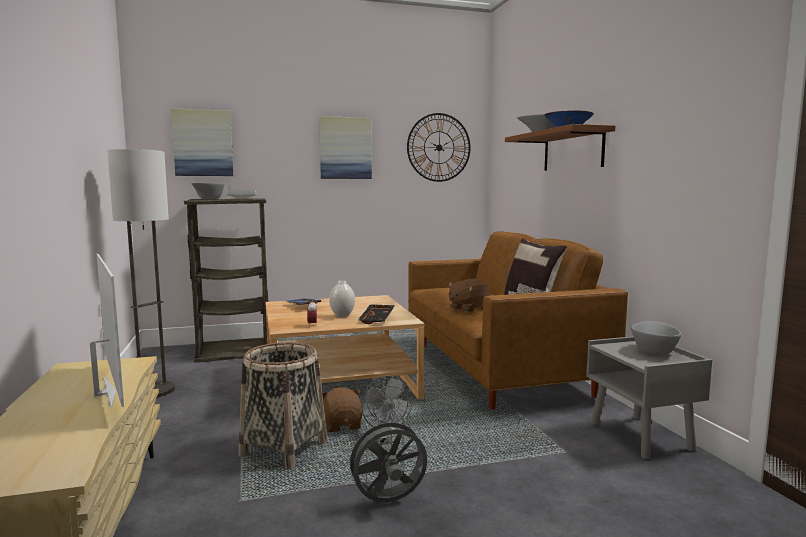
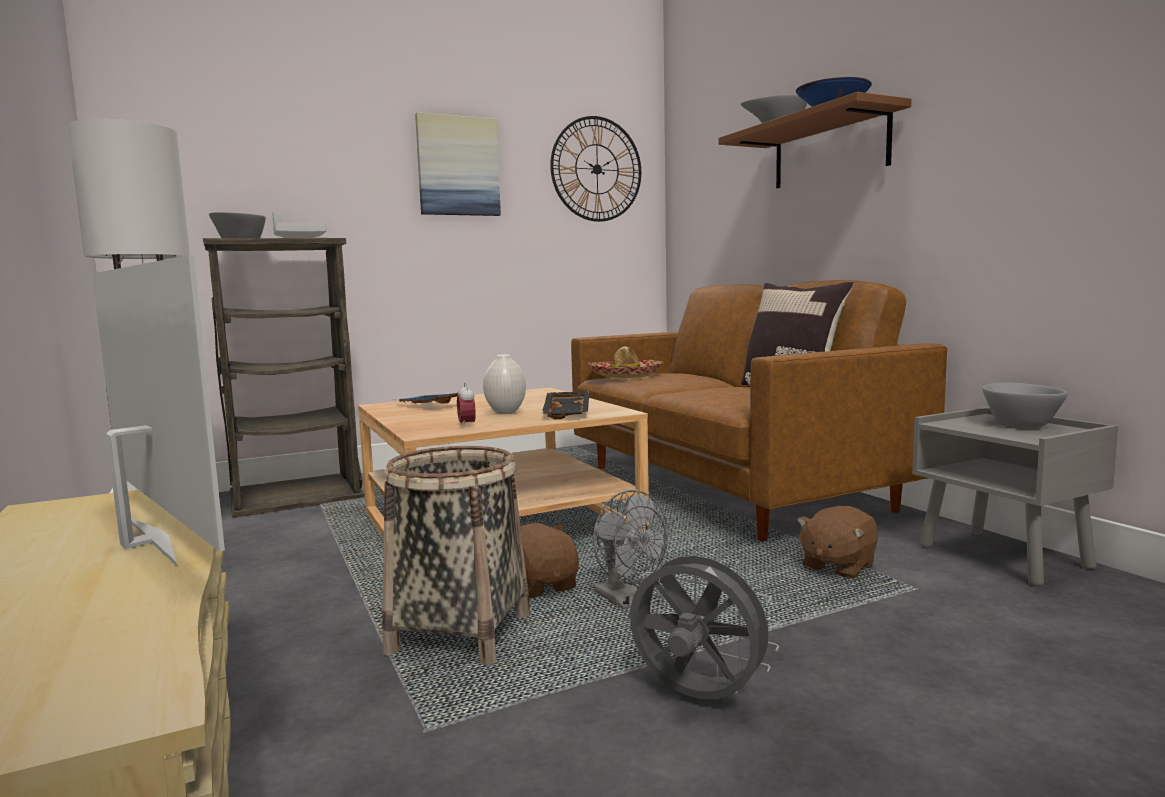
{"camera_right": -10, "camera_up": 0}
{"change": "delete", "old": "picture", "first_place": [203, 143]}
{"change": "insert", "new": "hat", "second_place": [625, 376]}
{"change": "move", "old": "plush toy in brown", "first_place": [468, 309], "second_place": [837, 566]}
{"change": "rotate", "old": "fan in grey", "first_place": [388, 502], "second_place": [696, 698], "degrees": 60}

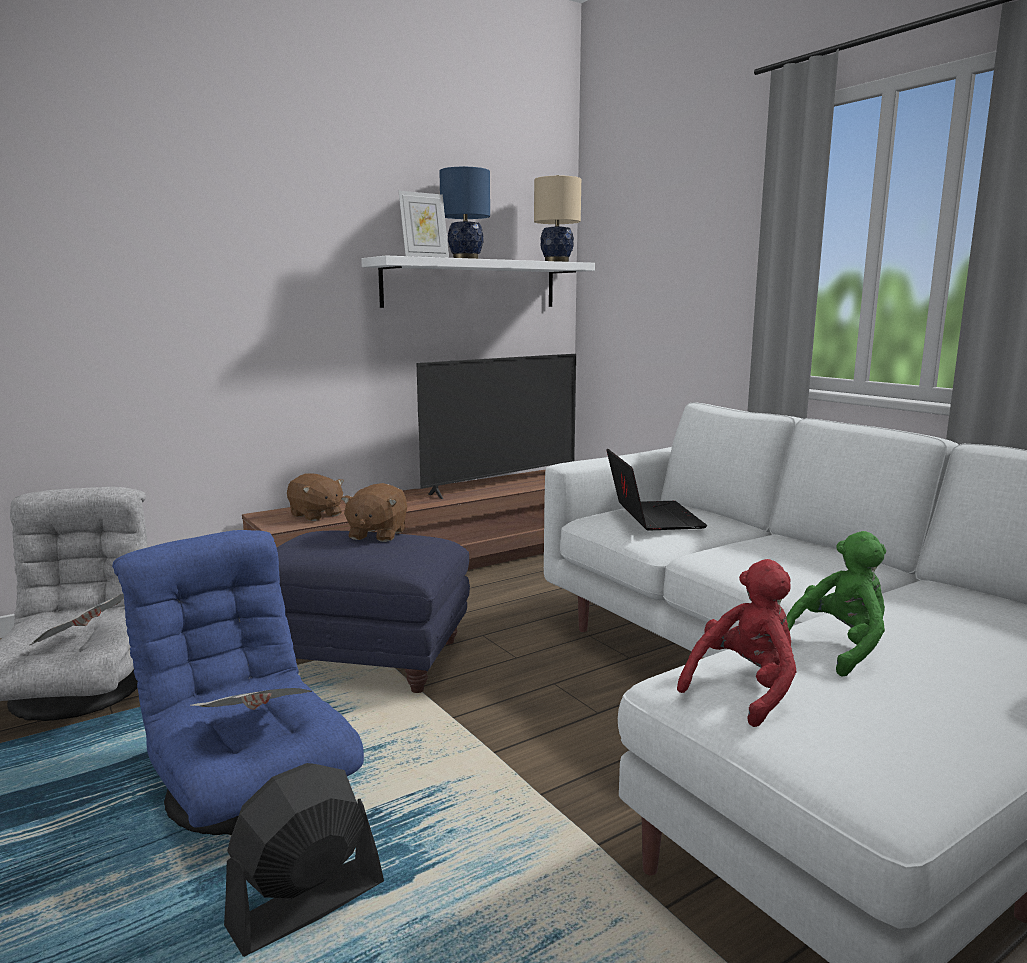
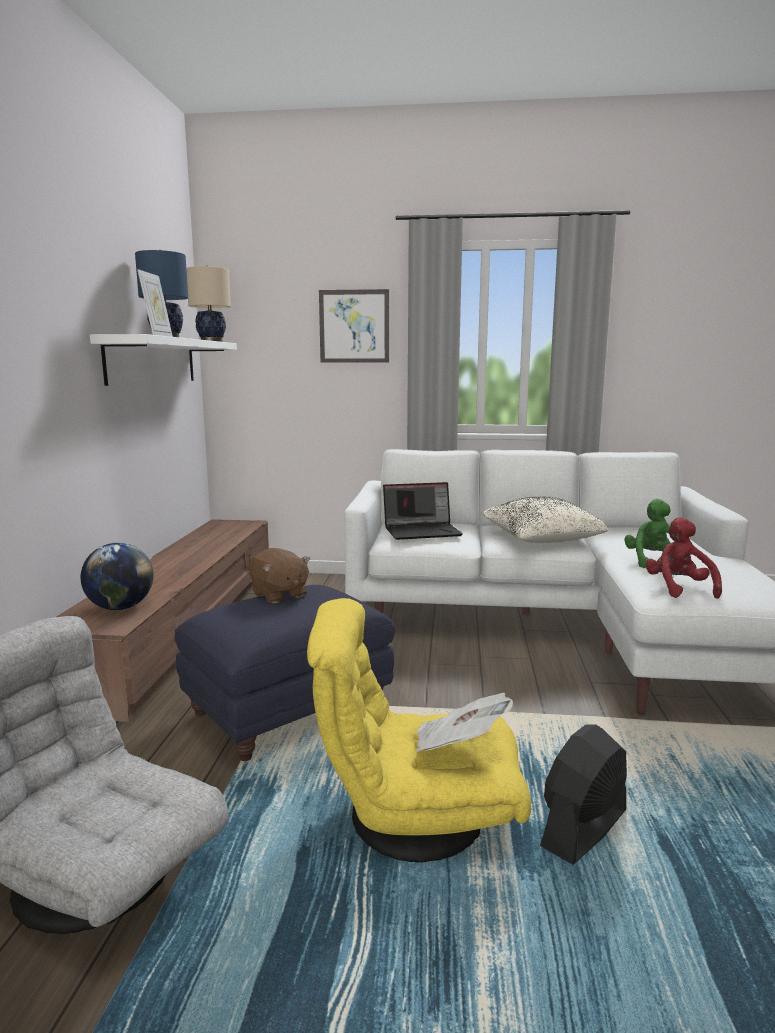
{"camera_right": -50, "camera_up": 0}
{"change": "delete", "old": "newspaper", "first_place": [83, 641]}
{"change": "delete", "old": "television", "first_place": [501, 484]}
{"change": "insert", "new": "picture", "second_place": [354, 326]}
{"change": "insert", "new": "pillow in beige", "second_place": [542, 536]}
{"change": "replace", "old": "plush toy in brown", "new": "globe", "first_place": [316, 515], "second_place": [120, 607]}
{"change": "recolor", "old": "armchair in blue", "new": "armchair in yellow", "first_place": [249, 788], "second_place": [418, 814]}
{"change": "rotate", "old": "fan in black", "first_place": [306, 905], "second_place": [583, 829], "degrees": 45}
{"change": "rotate", "old": "laptop", "first_place": [651, 517], "second_place": [422, 531], "degrees": 135}

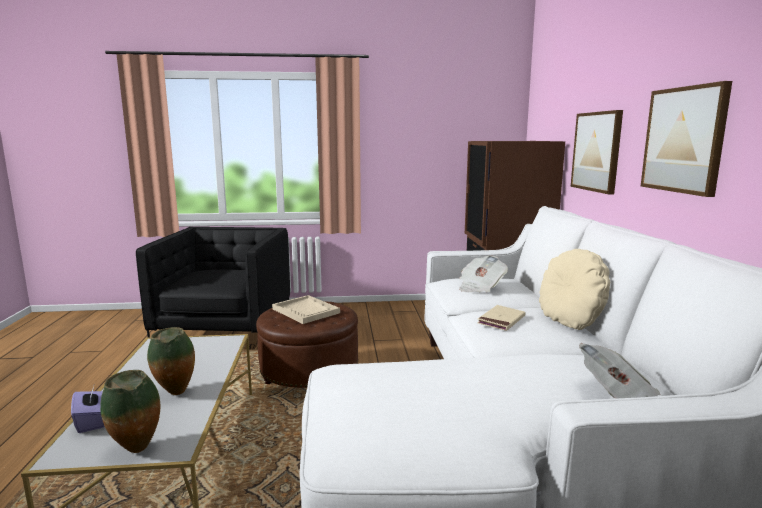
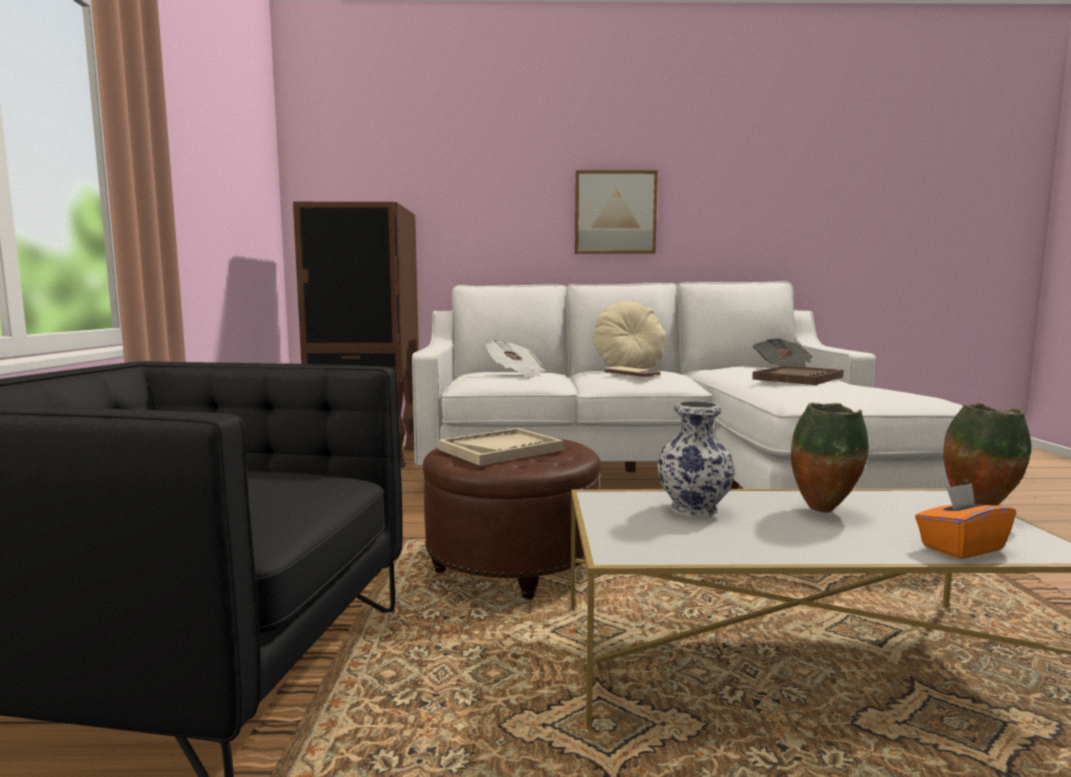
{"camera_right": -85, "camera_up": -5}
{"change": "delete", "old": "picture", "first_place": [597, 151]}
{"change": "insert", "new": "vase", "second_place": [695, 509]}
{"change": "insert", "new": "tray in brown", "second_place": [798, 378]}
{"change": "recolor", "old": "tissue box in purple", "new": "tissue box in orange", "first_place": [92, 421], "second_place": [961, 548]}

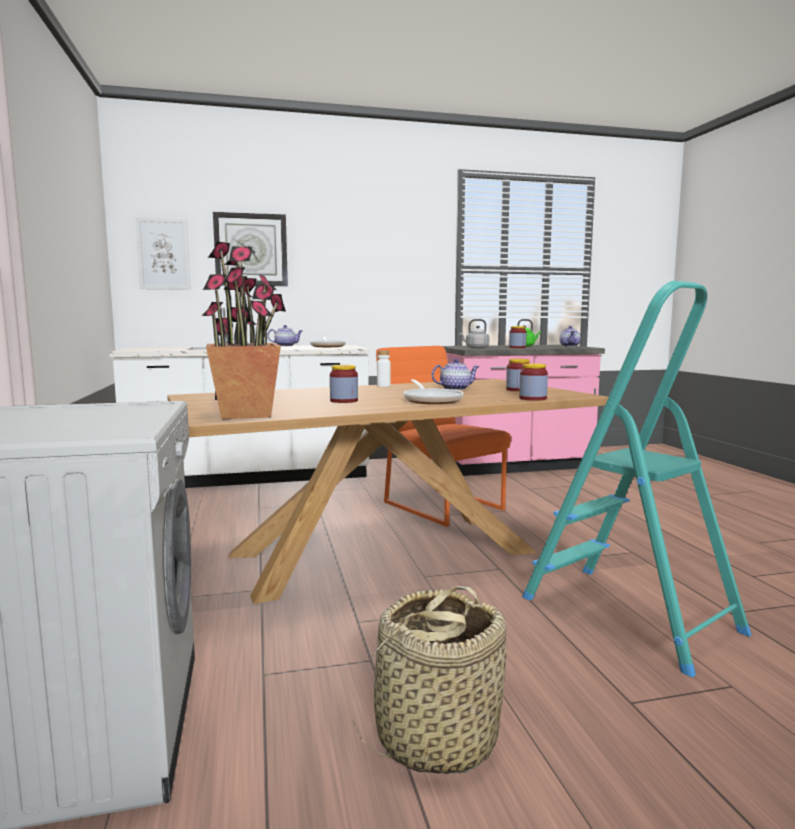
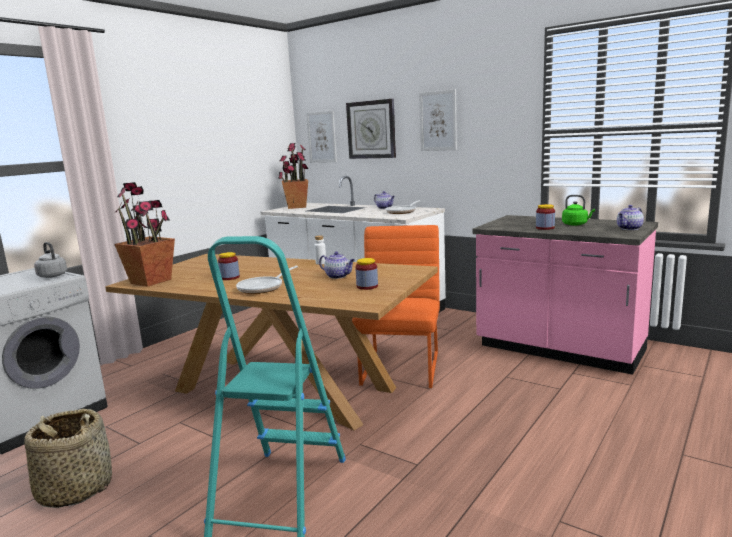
{"camera_right": 50, "camera_up": 5}
{"change": "delete", "old": "jar", "first_place": [532, 398]}
{"change": "insert", "new": "potted plant", "second_place": [296, 207]}
{"change": "insert", "new": "picture", "second_place": [438, 121]}
{"change": "move", "old": "kettle in grey", "first_place": [475, 348], "second_place": [52, 275]}

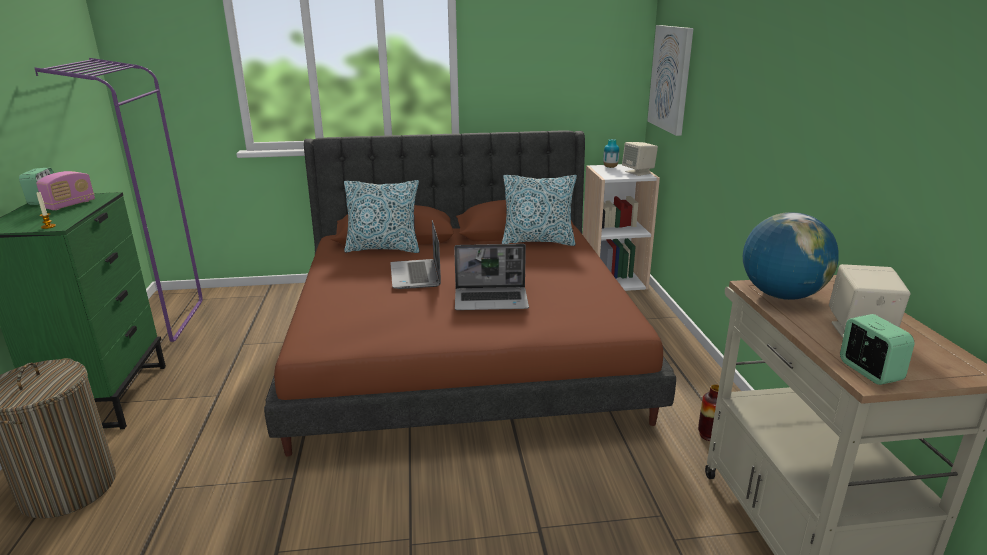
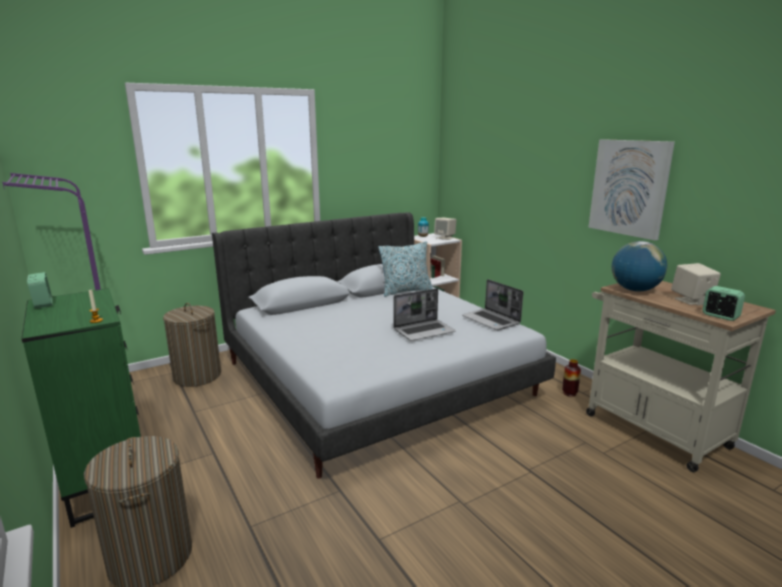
{"camera_right": -25, "camera_up": -5}
{"change": "delete", "old": "radio", "first_place": [70, 205]}
{"change": "delete", "old": "pillow", "first_place": [383, 248]}
{"change": "insert", "new": "laundry basket", "second_place": [197, 376]}
{"change": "move", "old": "laptop", "first_place": [416, 276], "second_place": [491, 320]}
{"change": "move", "old": "picture", "first_place": [671, 78], "second_place": [629, 188]}
{"change": "recolor", "old": "bed in brown", "new": "bed in grey", "first_place": [462, 350], "second_place": [376, 378]}

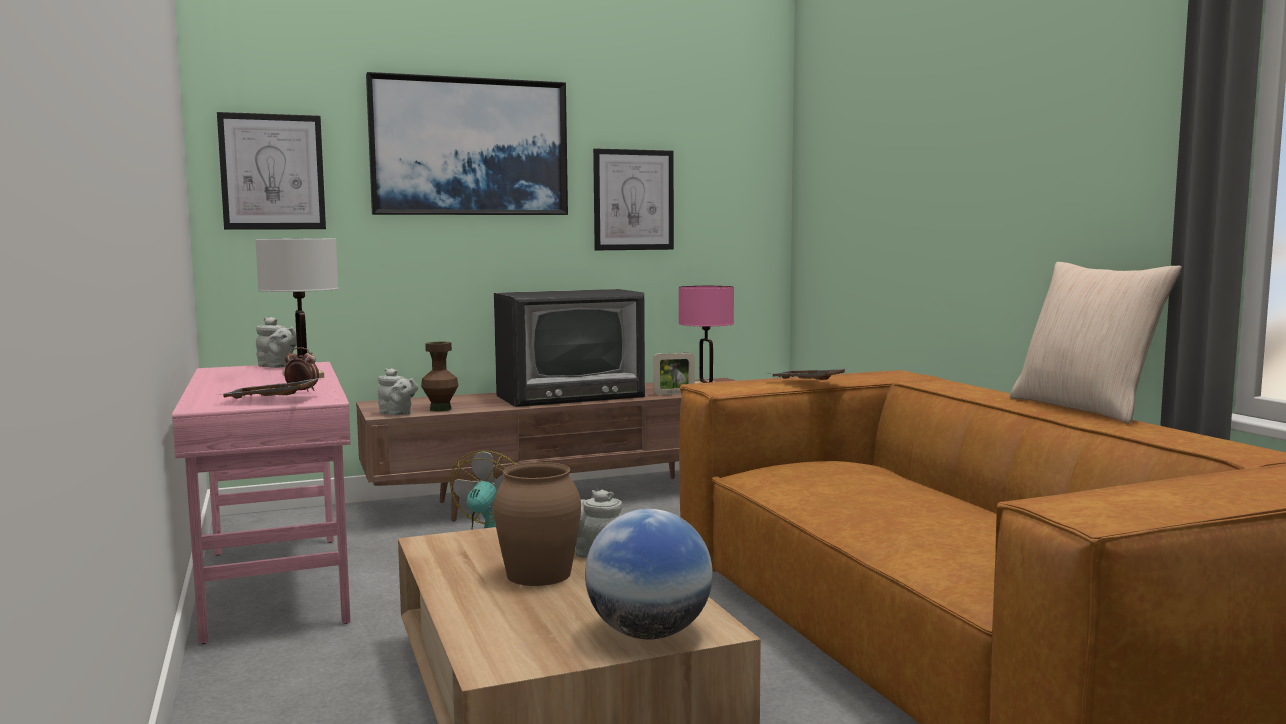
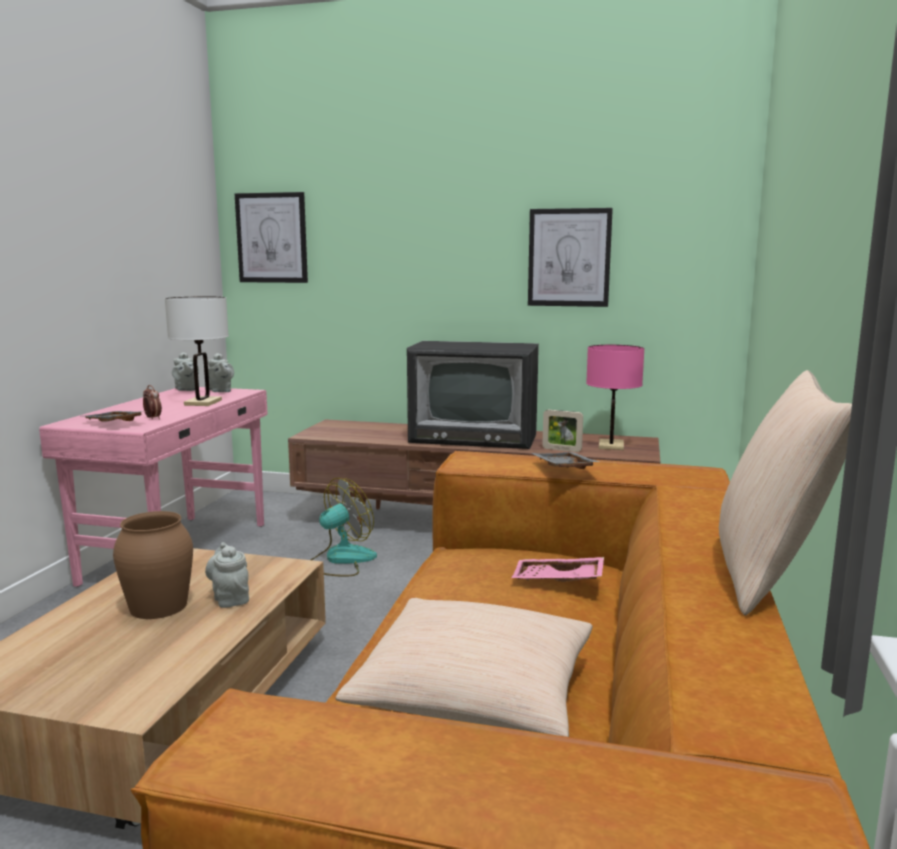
{"camera_right": 35, "camera_up": 5}
{"change": "delete", "old": "picture", "first_place": [469, 147]}
{"change": "delete", "old": "vase in brown", "first_place": [440, 409]}
{"change": "delete", "old": "globe", "first_place": [648, 633]}
{"change": "insert", "new": "pillow in beige", "second_place": [475, 691]}
{"change": "insert", "new": "tray in pink", "second_place": [557, 581]}
{"change": "move", "old": "teapot in grey", "first_place": [397, 414], "second_place": [186, 389]}

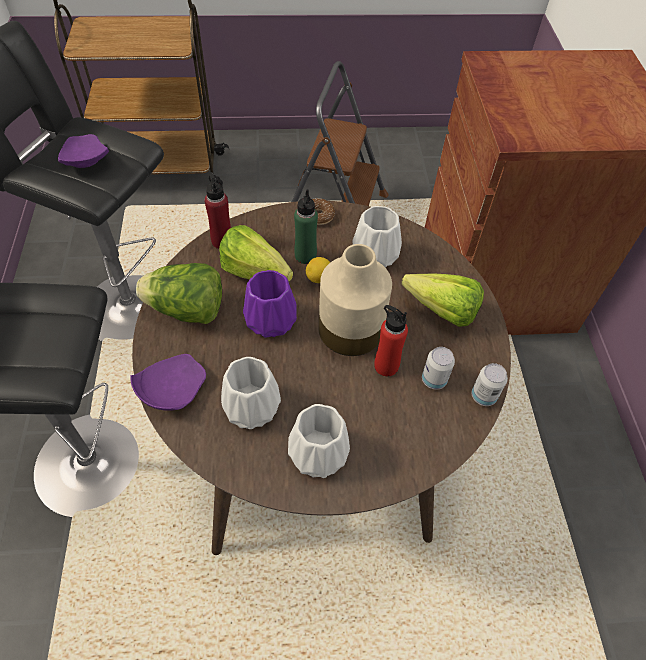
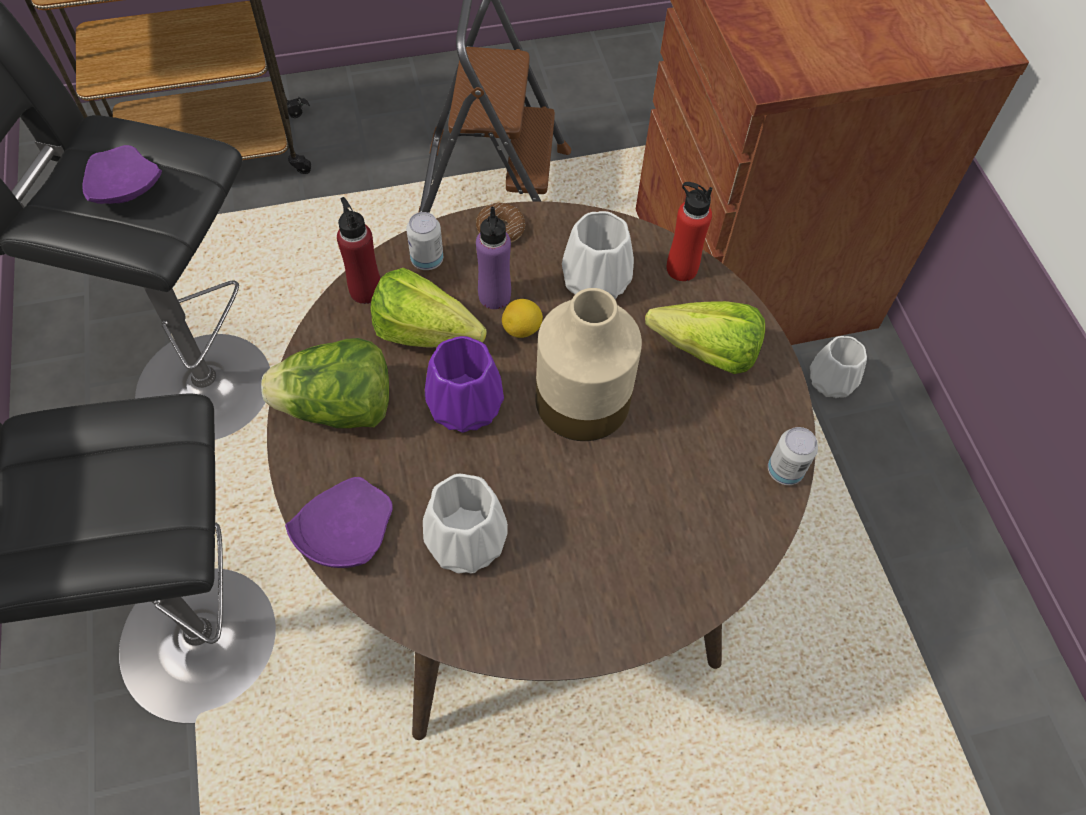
{"camera_right": -10, "camera_up": 5}
{"change": "move", "old": "vase in white", "first_place": [318, 452], "second_place": [831, 380]}
{"change": "move", "old": "bottle in red", "first_place": [386, 365], "second_place": [681, 268]}
{"change": "move", "old": "can", "first_place": [434, 380], "second_place": [427, 260]}
{"change": "recolor", "old": "bottle in green", "new": "bottle in purple", "first_place": [305, 256], "second_place": [494, 296]}

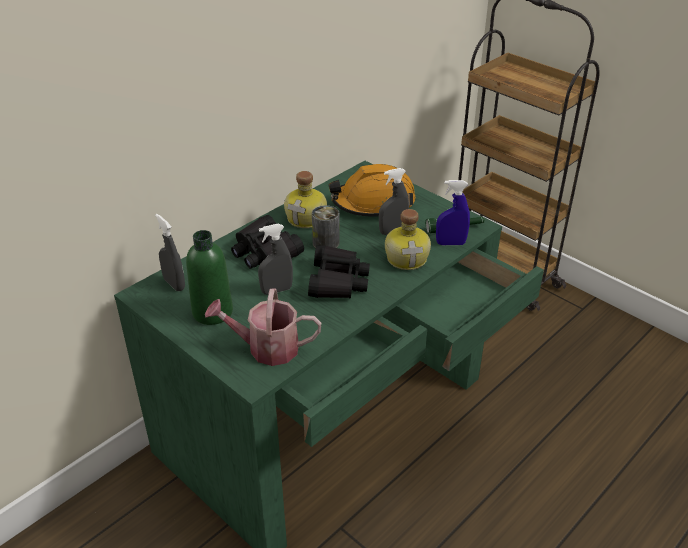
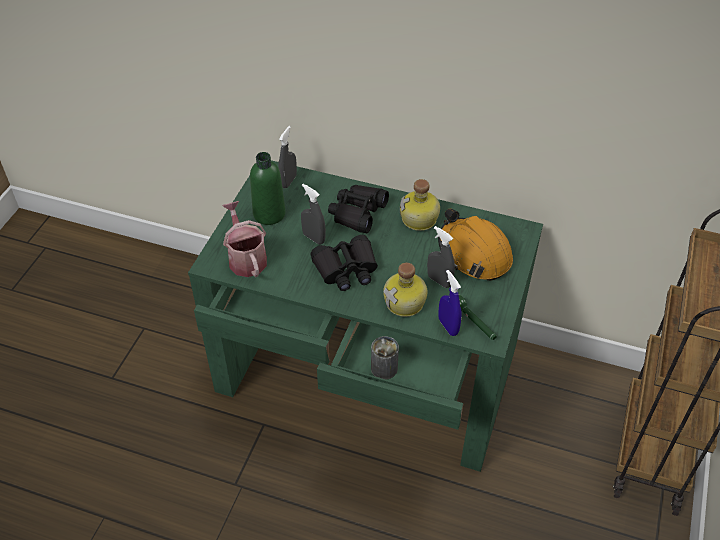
{"camera_right": 65, "camera_up": 10}
{"change": "move", "old": "can", "first_place": [326, 242], "second_place": [384, 368]}

